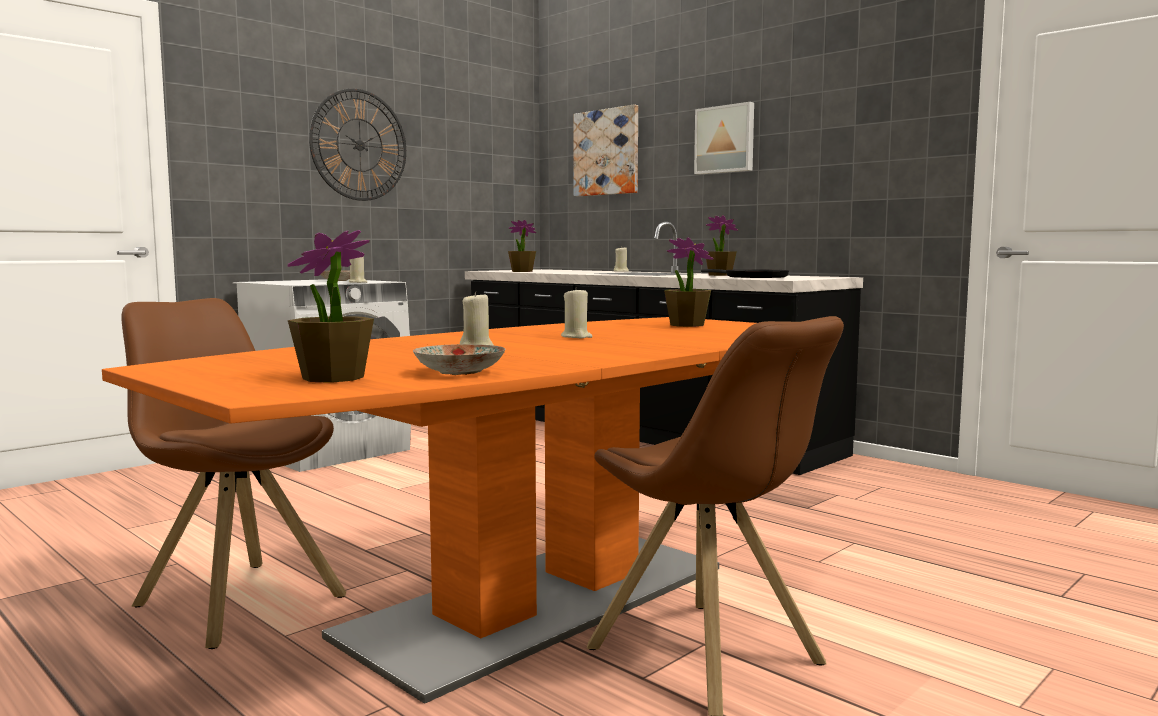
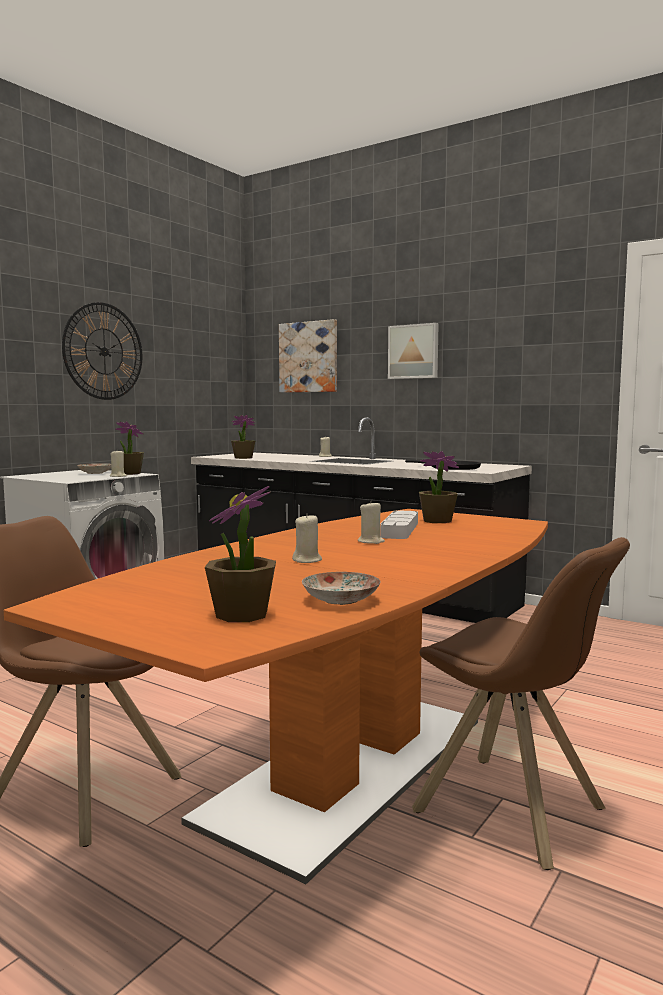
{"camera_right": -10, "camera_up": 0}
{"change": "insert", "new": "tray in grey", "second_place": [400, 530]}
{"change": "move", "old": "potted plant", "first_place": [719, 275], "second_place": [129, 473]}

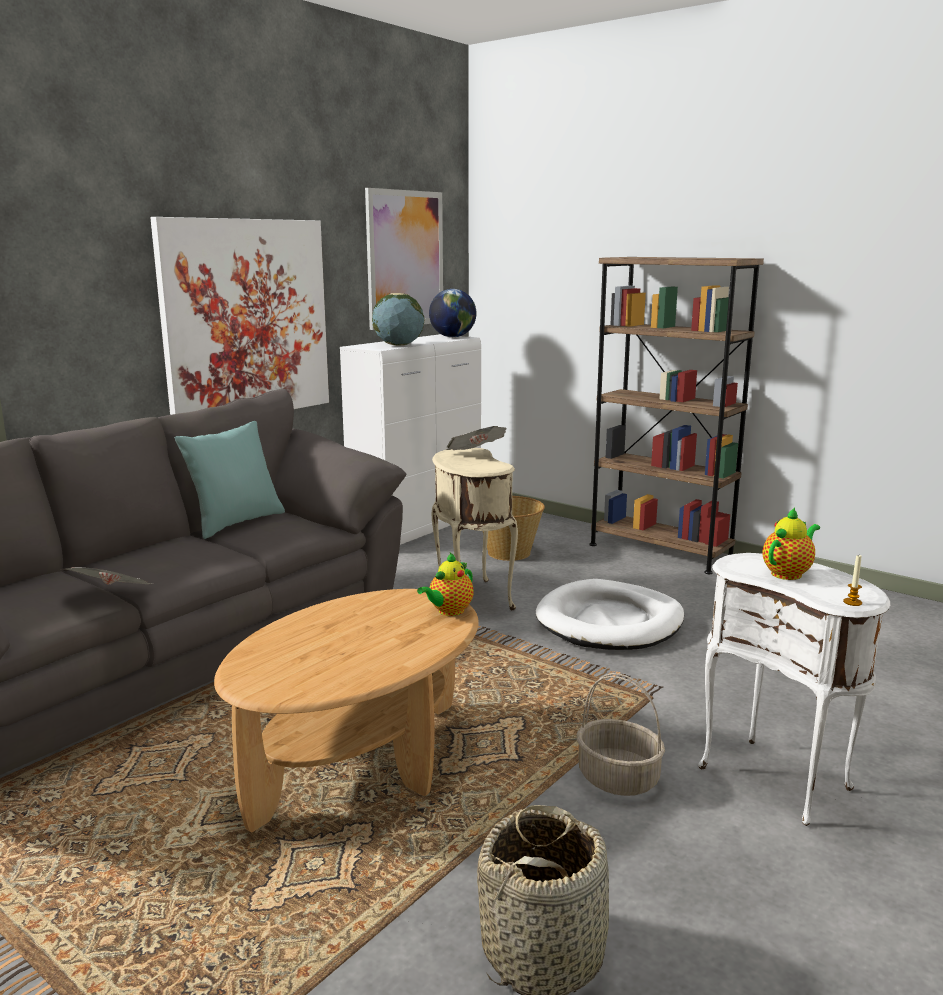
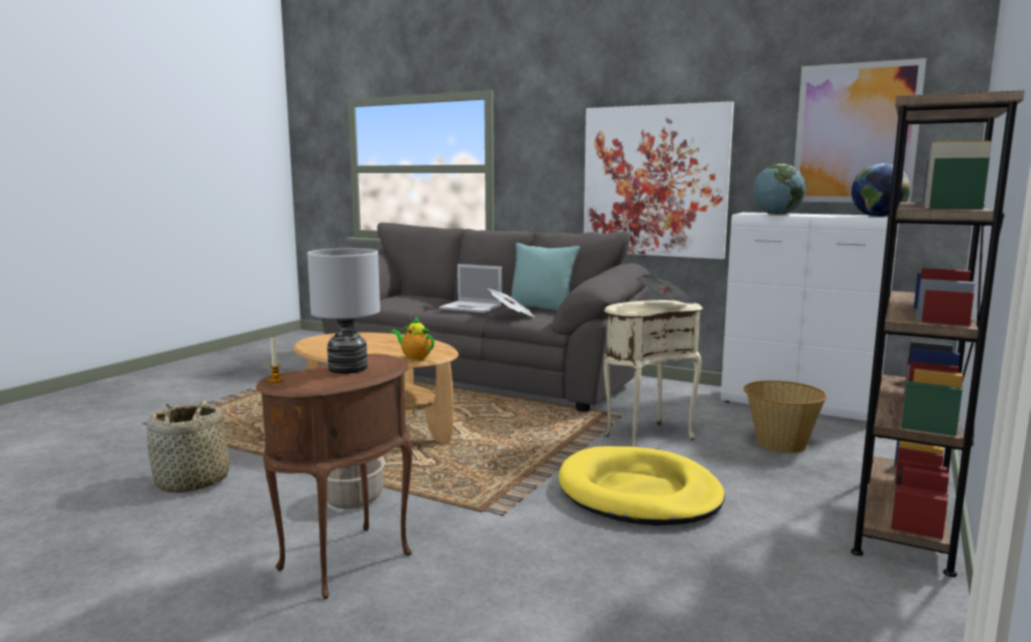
{"camera_right": 80, "camera_up": -5}
{"change": "insert", "new": "laptop", "second_place": [472, 307]}
{"change": "move", "old": "newspaper", "first_place": [114, 598], "second_place": [512, 316]}
{"change": "replace", "old": "teapot", "new": "table lamp in grey", "first_place": [788, 573], "second_place": [347, 368]}
{"change": "recolor", "old": "dog bed in white", "new": "dog bed in yellow", "first_place": [610, 622], "second_place": [638, 493]}
{"change": "recolor", "old": "side table in white", "new": "side table in brown", "first_place": [778, 778], "second_place": [349, 563]}

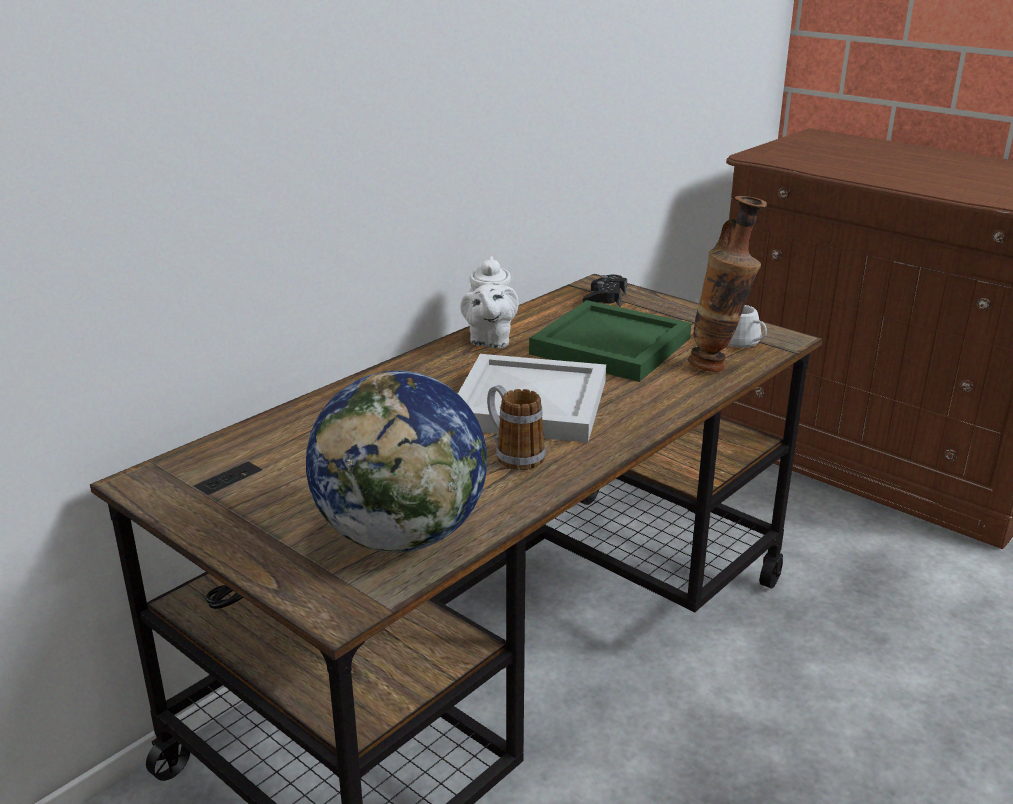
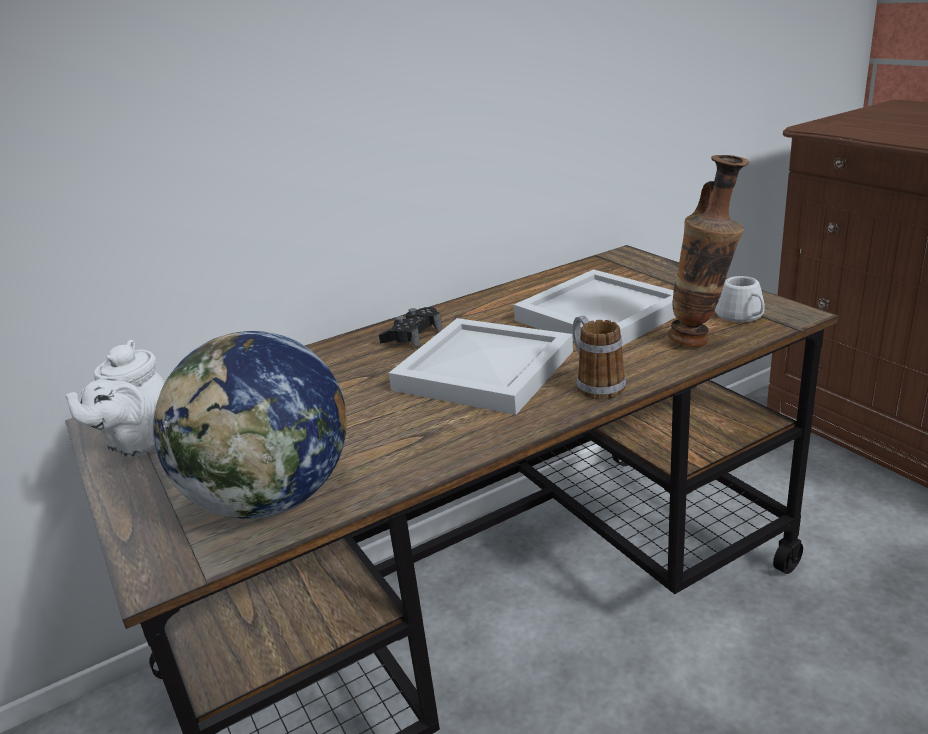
{"camera_right": 20, "camera_up": 0}
{"change": "move", "old": "teapot in white", "first_place": [489, 340], "second_place": [137, 442]}
{"change": "move", "old": "mug", "first_place": [513, 454], "second_place": [595, 384]}
{"change": "move", "old": "game controller in black", "first_place": [605, 299], "second_place": [412, 335]}
{"change": "recolor", "old": "tray in green", "new": "tray in white", "first_place": [608, 346], "second_place": [597, 315]}

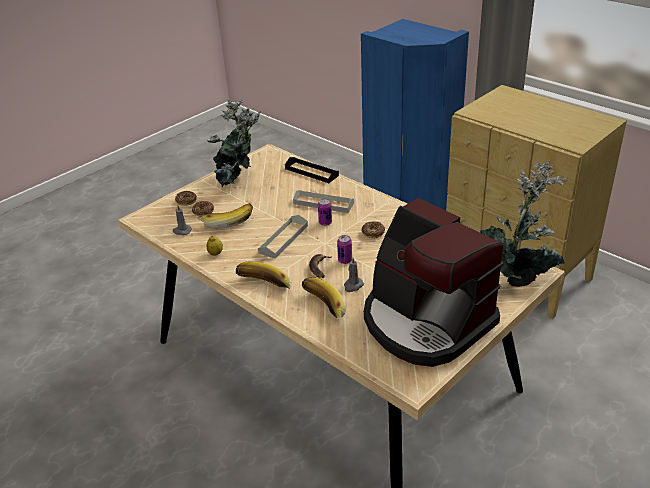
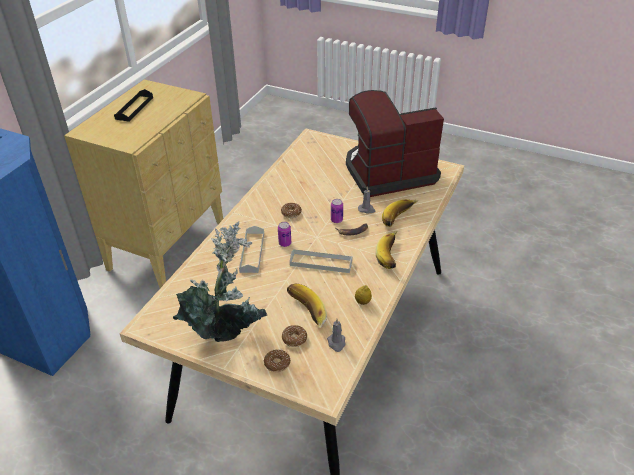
{"camera_right": -110, "camera_up": 5}
{"change": "delete", "old": "potted plant", "first_place": [516, 277]}
{"change": "move", "old": "tray in black", "first_place": [311, 172], "second_place": [134, 108]}
{"change": "rotate", "old": "coffee machine", "first_place": [425, 322], "second_place": [388, 172], "degrees": -135}

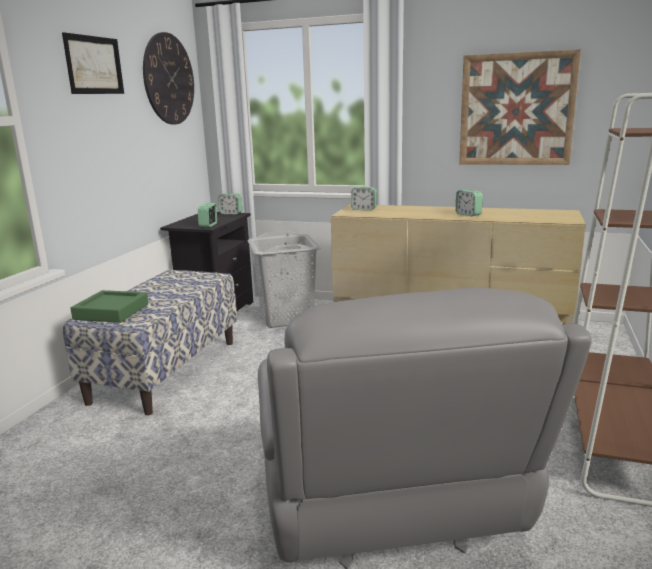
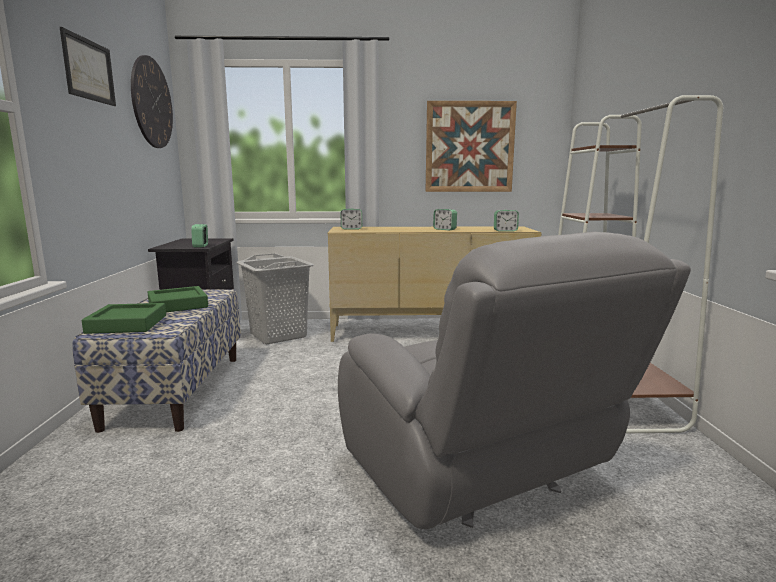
{"camera_right": -20, "camera_up": -5}
{"change": "insert", "new": "tray in green", "second_place": [178, 305]}
{"change": "move", "old": "alarm clock", "first_place": [231, 213], "second_place": [505, 231]}

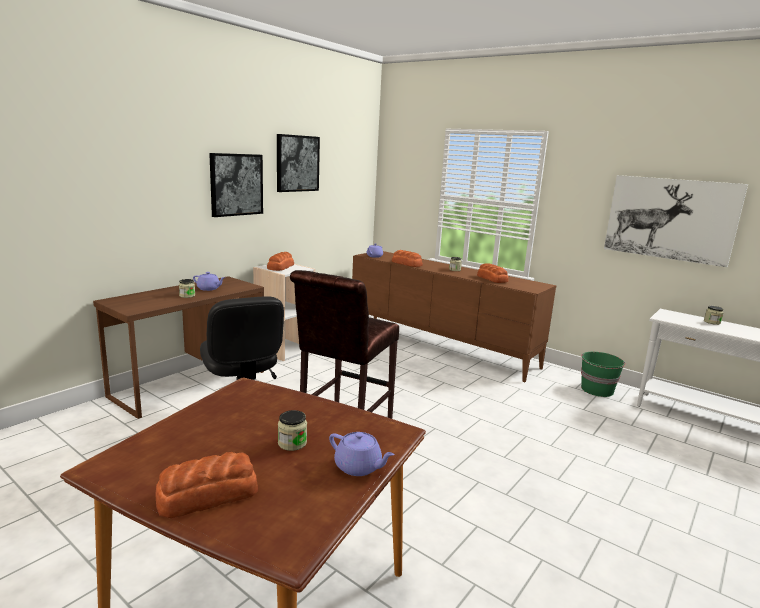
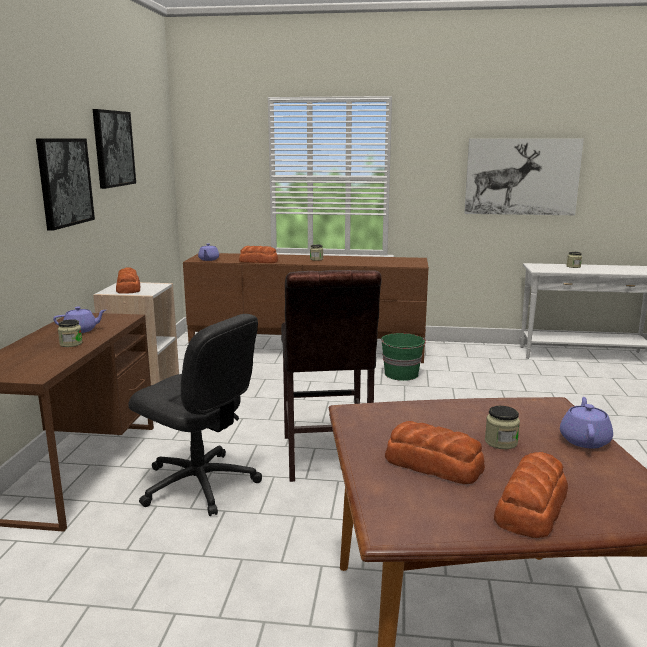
{"camera_right": -30, "camera_up": 0}
{"change": "move", "old": "bread", "first_place": [492, 278], "second_place": [432, 464]}
{"change": "move", "old": "bucket in green", "first_place": [597, 390], "second_place": [401, 374]}
{"change": "rotate", "old": "teapot in purple", "first_place": [359, 467], "second_place": [584, 440], "degrees": -75}

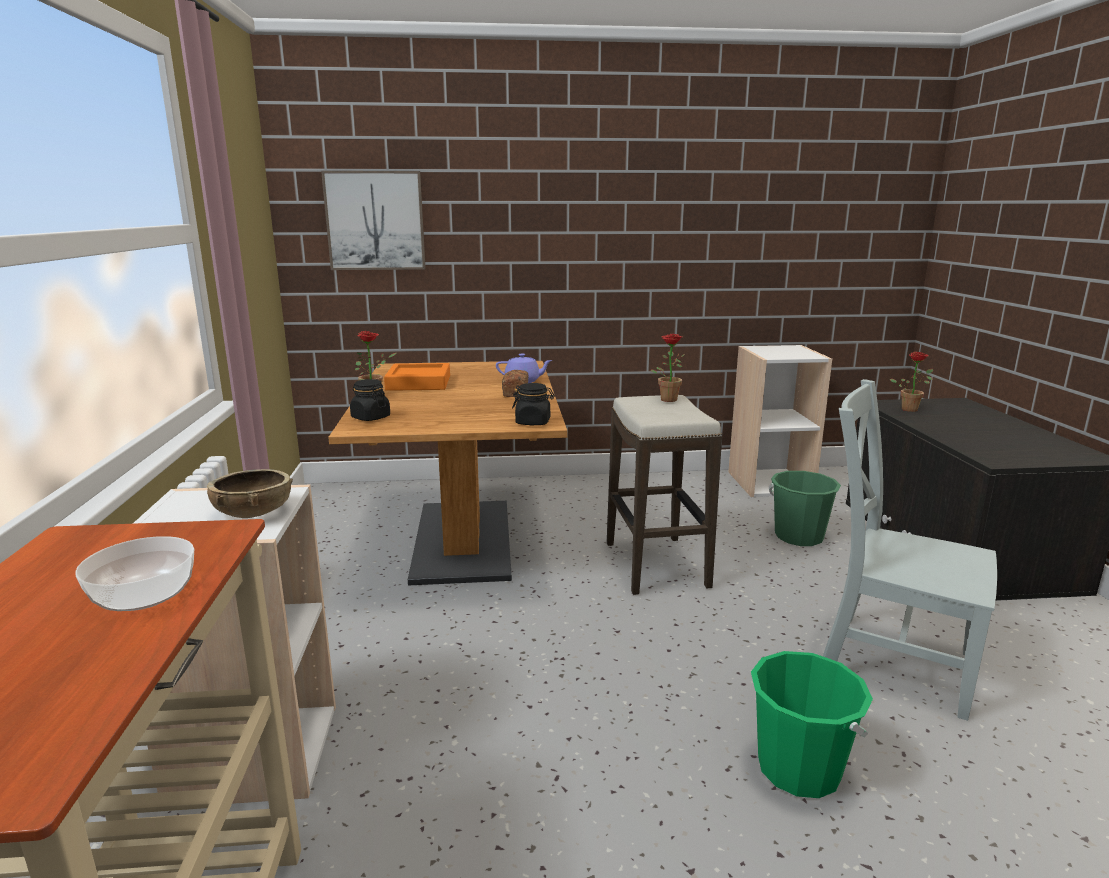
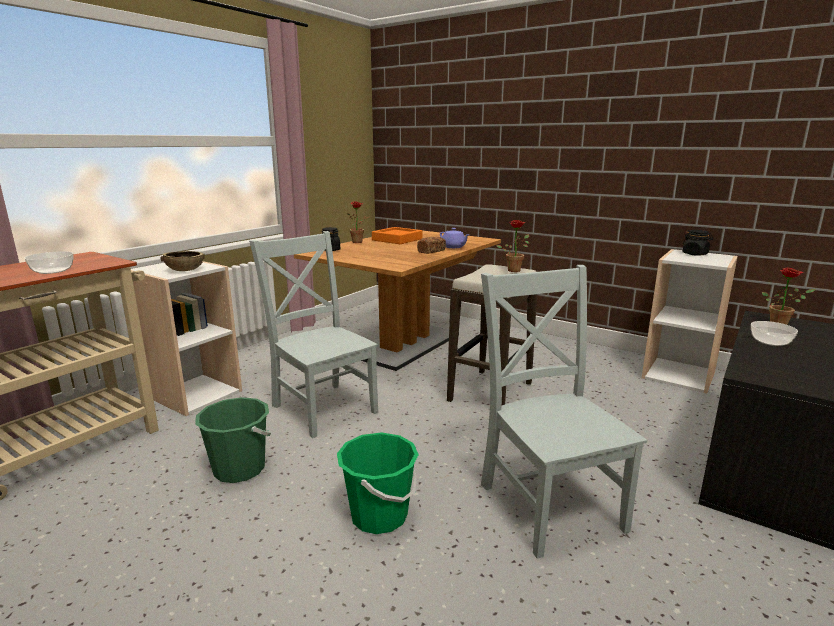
{"camera_right": 40, "camera_up": 0}
{"change": "delete", "old": "picture", "first_place": [375, 221]}
{"change": "insert", "new": "chair in grey", "second_place": [323, 407]}
{"change": "insert", "new": "bowl", "second_place": [769, 341]}
{"change": "move", "old": "jar in black", "first_place": [533, 422], "second_place": [695, 254]}
{"change": "move", "old": "bucket in green", "first_place": [799, 536], "second_place": [239, 469]}

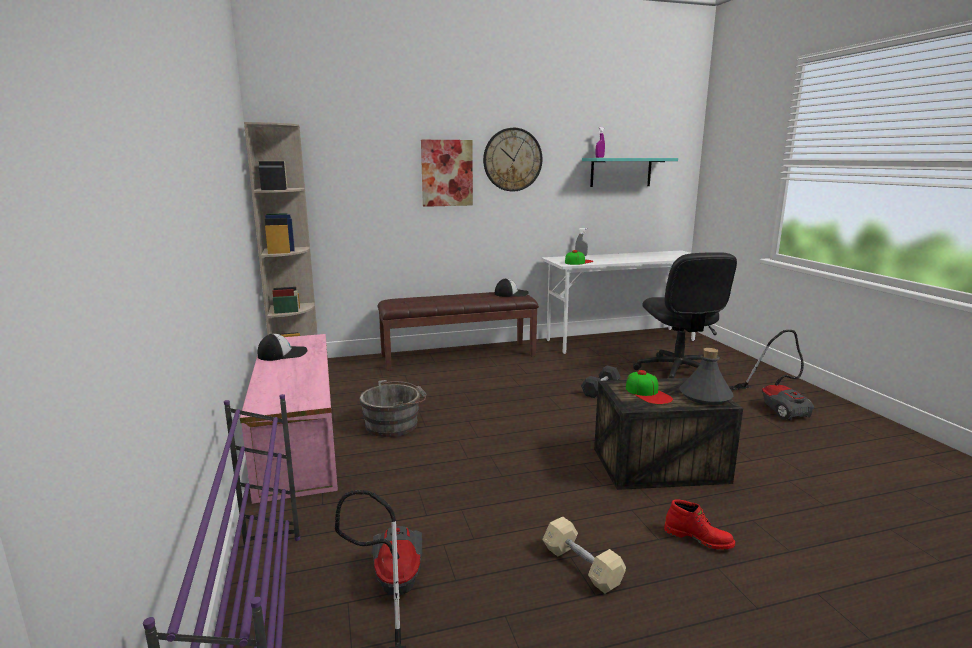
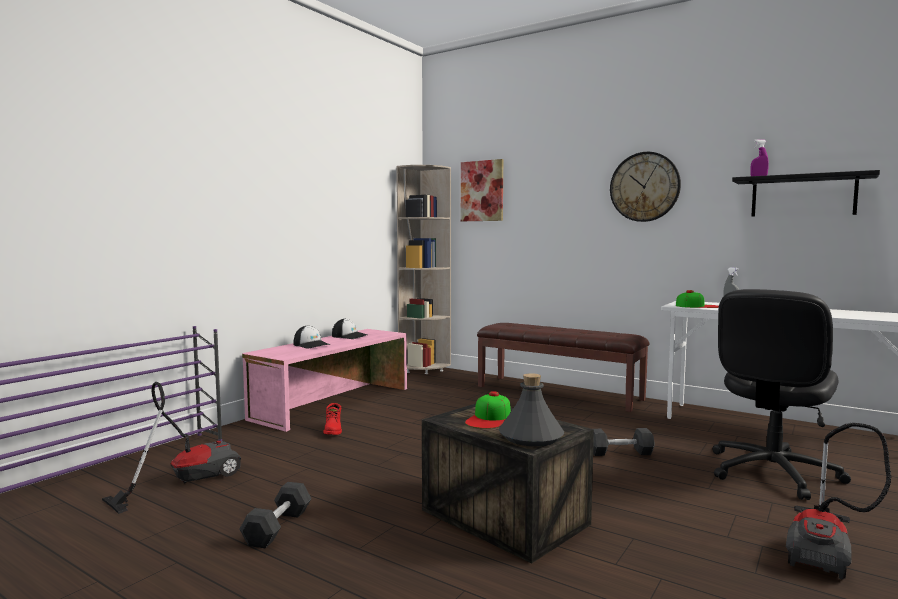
{"camera_right": 50, "camera_up": -10}
{"change": "delete", "old": "bucket in grey", "first_place": [395, 424]}
{"change": "move", "old": "picture", "first_place": [447, 173], "second_place": [482, 191]}
{"change": "move", "old": "cap", "first_place": [511, 294], "second_place": [311, 345]}
{"change": "move", "old": "boot in red", "first_place": [698, 538], "second_place": [333, 430]}
{"change": "recolor", "old": "dumbbell in beige", "new": "dumbbell in black", "first_place": [581, 566], "second_place": [277, 527]}
{"change": "recolor", "old": "shelf in turquoise", "new": "shelf in black", "first_place": [621, 172], "second_place": [803, 196]}

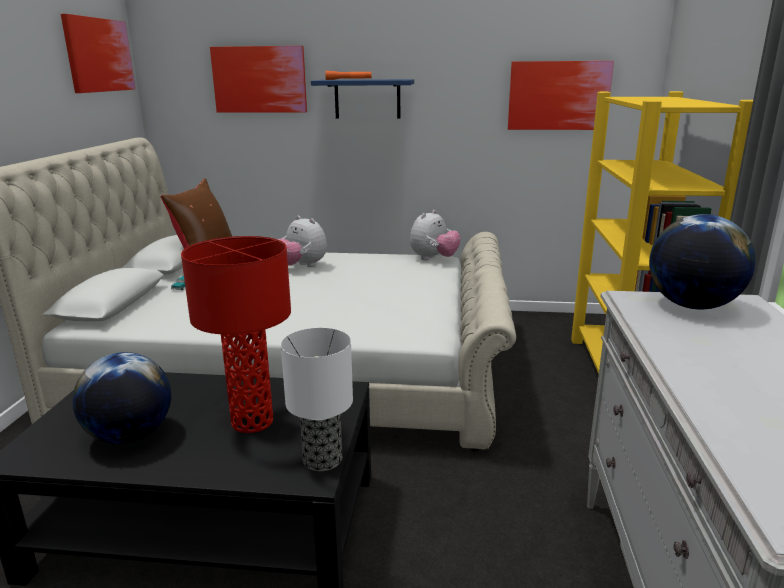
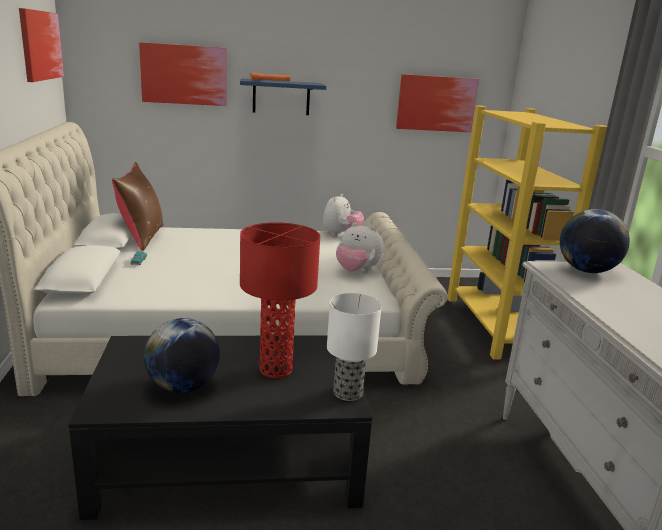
{"camera_right": -15, "camera_up": 0}
{"change": "move", "old": "plush toy", "first_place": [302, 266], "second_place": [356, 271]}

